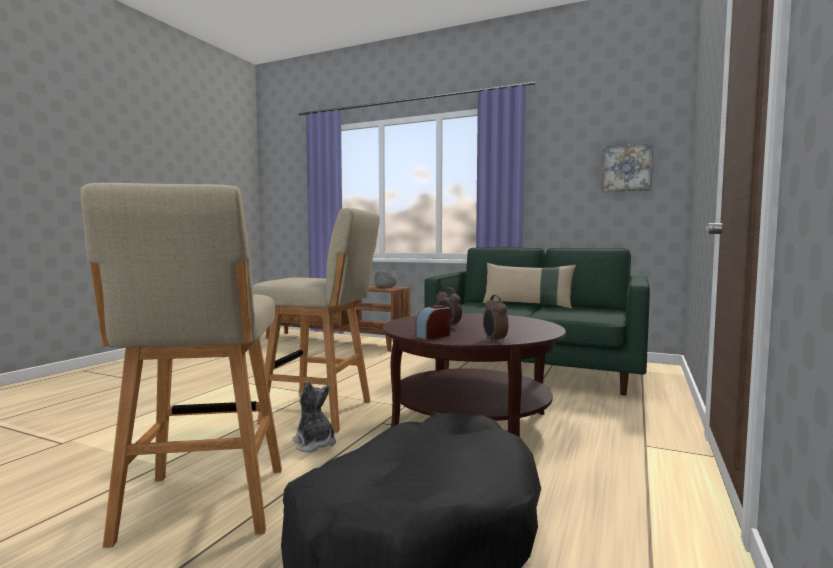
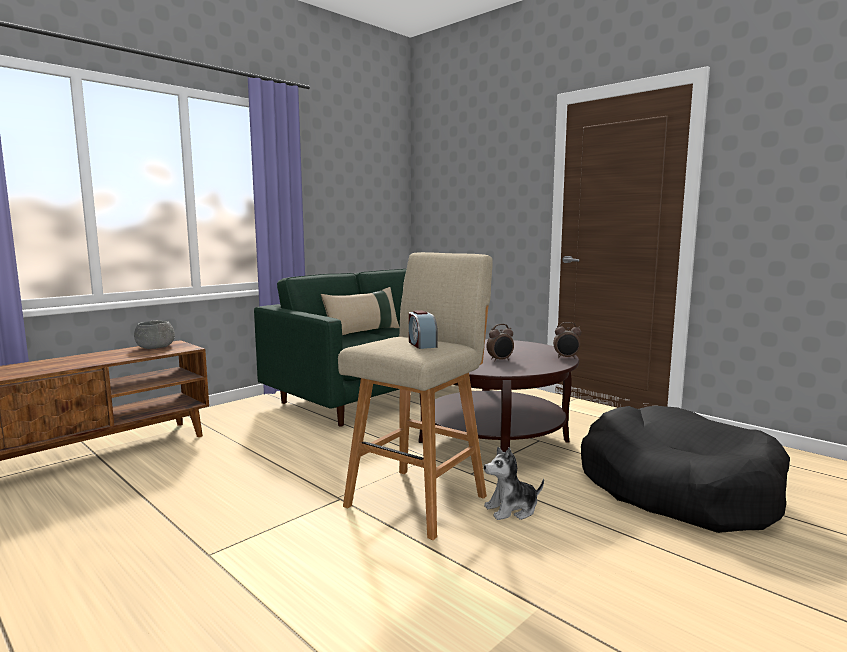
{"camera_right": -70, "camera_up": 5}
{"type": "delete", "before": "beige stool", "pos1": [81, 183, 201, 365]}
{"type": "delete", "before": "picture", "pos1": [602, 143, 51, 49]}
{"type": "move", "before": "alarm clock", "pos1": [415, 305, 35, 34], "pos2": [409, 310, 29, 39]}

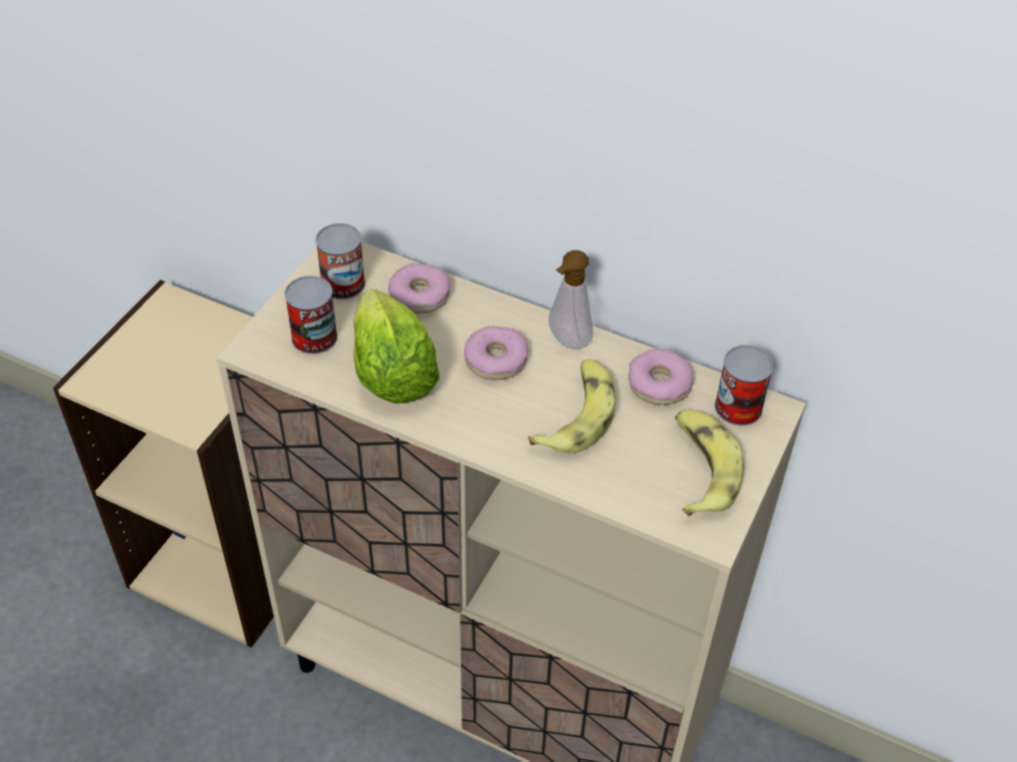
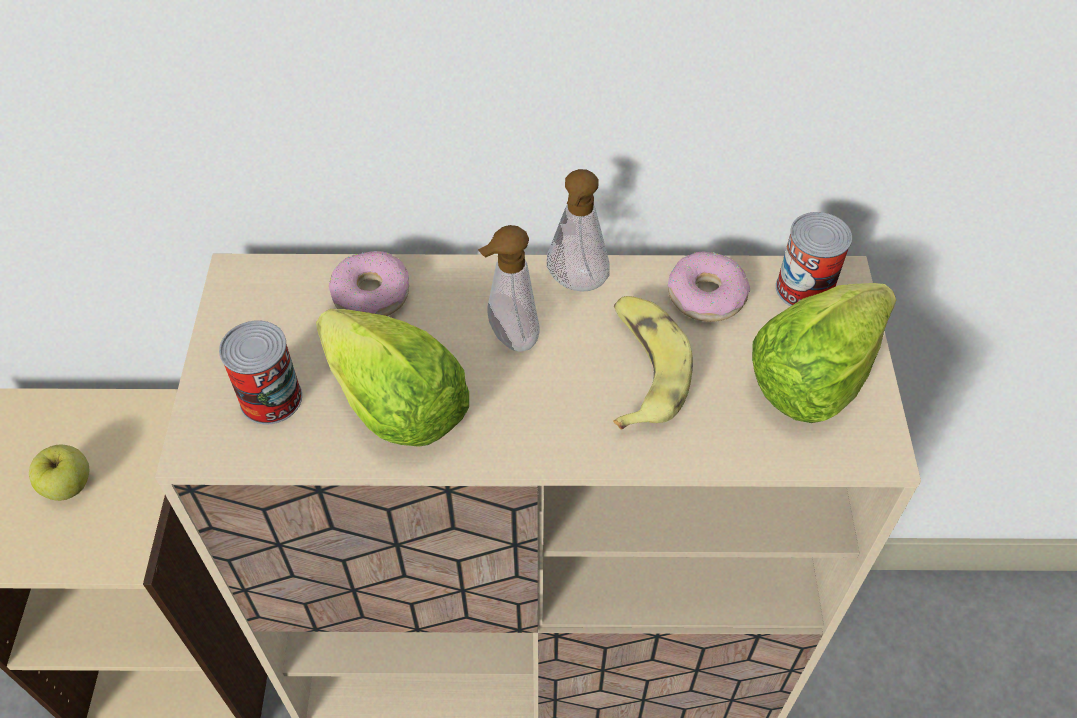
{"camera_right": -25, "camera_up": 5}
{"type": "delete", "before": "can", "pos1": [316, 223, 49, 76]}
{"type": "insert", "after": "apple", "pos2": [29, 445, 60, 56]}
{"type": "replace", "before": "donut", "after": "soap dispenser", "pos1": [464, 326, 64, 54], "pos2": [478, 225, 61, 127]}
{"type": "replace", "before": "banana", "after": "lettuce", "pos1": [675, 409, 69, 107], "pos2": [752, 283, 144, 140]}

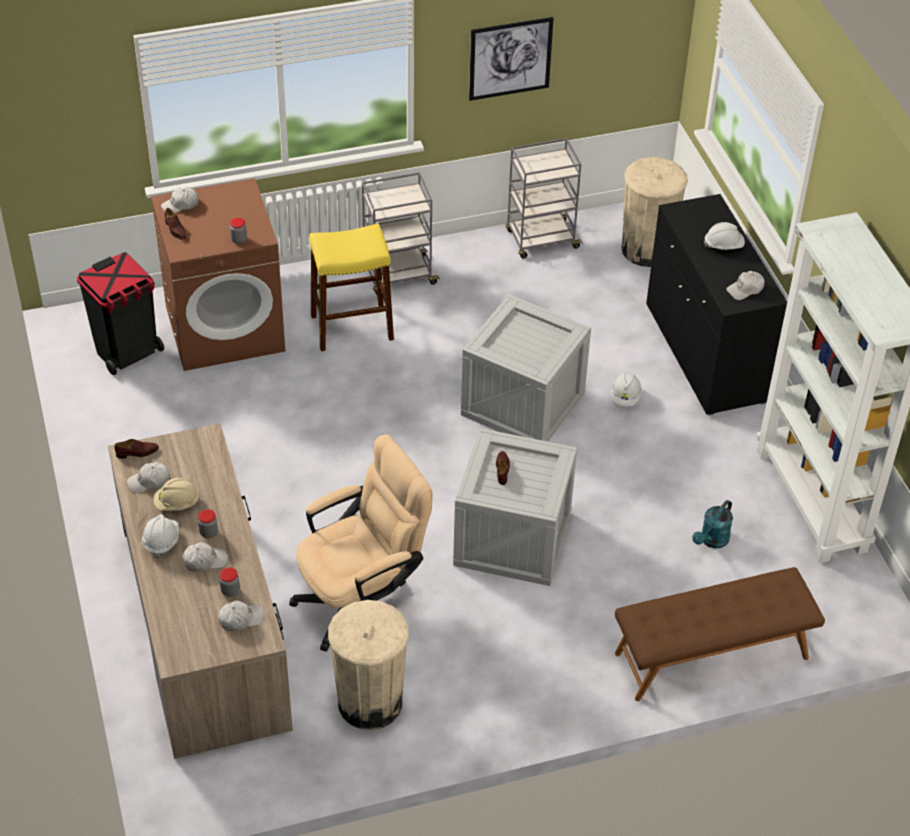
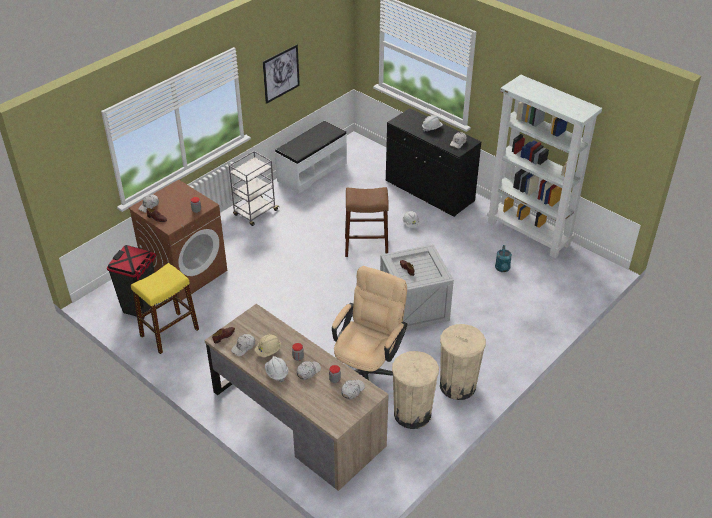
{"camera_right": -30, "camera_up": -5}
{"type": "delete", "before": "brown bench", "pos1": [615, 567, 210, 134]}
{"type": "move", "before": "yellow stool", "pos1": [309, 223, 85, 128], "pos2": [131, 263, 68, 91]}
{"type": "move", "before": "beige trash can", "pos1": [622, 157, 66, 110], "pos2": [440, 324, 46, 76]}
{"type": "replace", "before": "crate", "after": "brown stool", "pos1": [461, 294, 130, 148], "pos2": [345, 187, 44, 70]}
{"type": "replace", "before": "grey cart", "after": "white bench", "pos1": [506, 138, 77, 120], "pos2": [275, 121, 72, 73]}

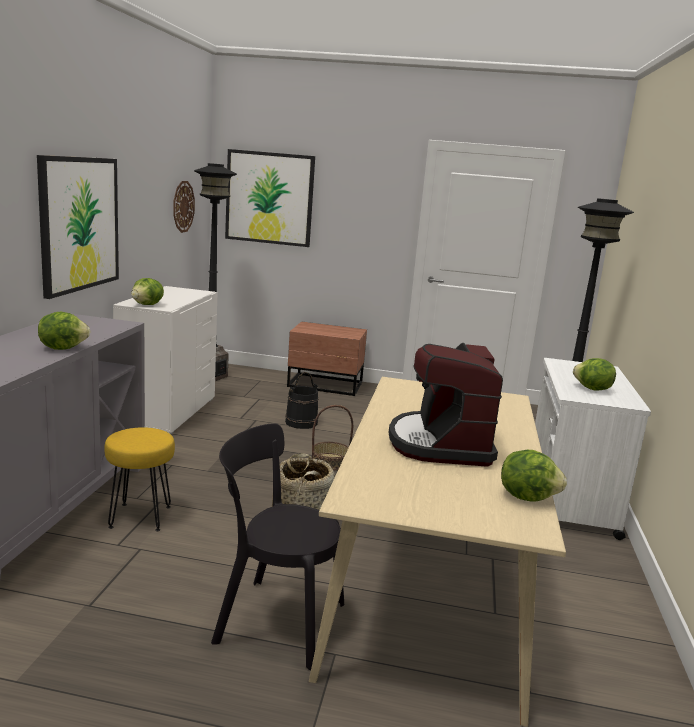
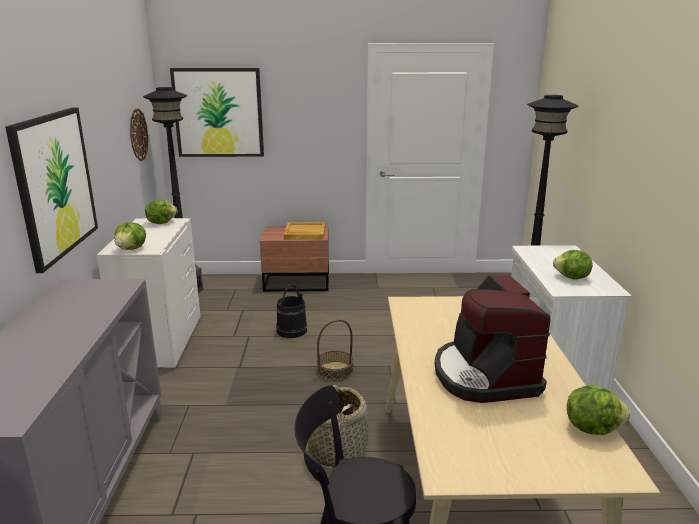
{"camera_right": -10, "camera_up": 5}
{"type": "delete", "before": "yellow stool", "pos1": [105, 427, 70, 104]}
{"type": "insert", "after": "beige tray", "pos2": [284, 222, 41, 18]}
{"type": "move", "before": "lettuce", "pos1": [38, 311, 52, 39], "pos2": [145, 200, 32, 24]}

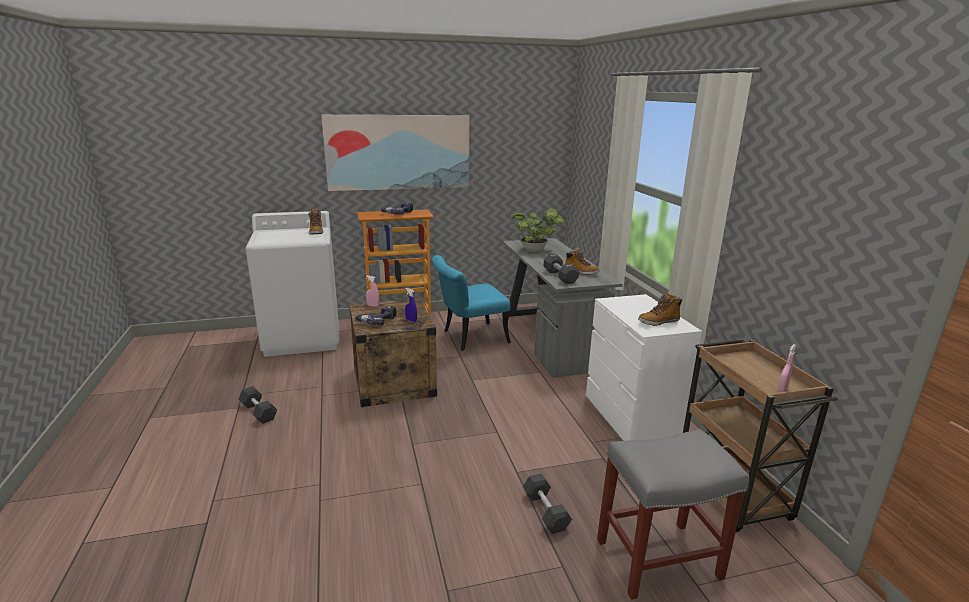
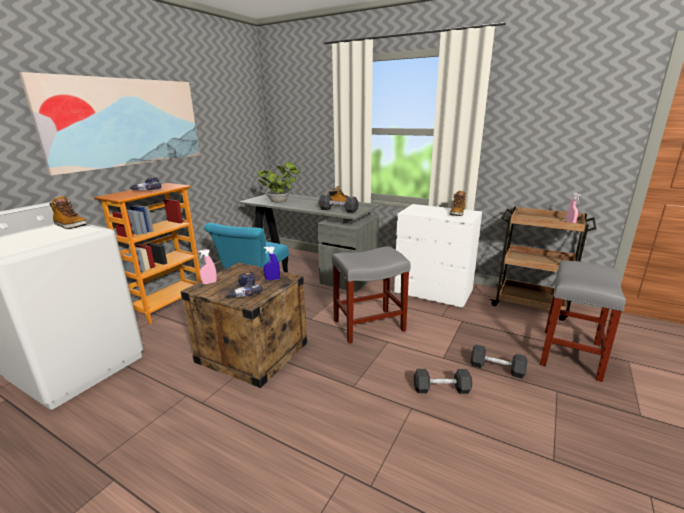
{"camera_right": -45, "camera_up": 0}
{"type": "insert", "after": "grey stool", "pos2": [332, 246, 78, 98]}
{"type": "move", "before": "grey dumbbell", "pos1": [238, 386, 39, 38], "pos2": [414, 369, 58, 25]}

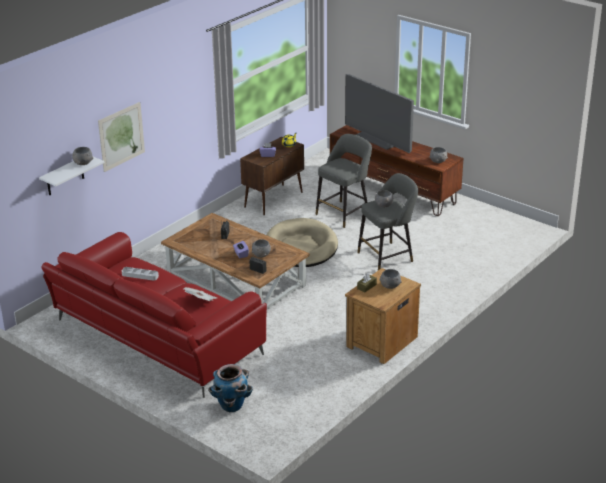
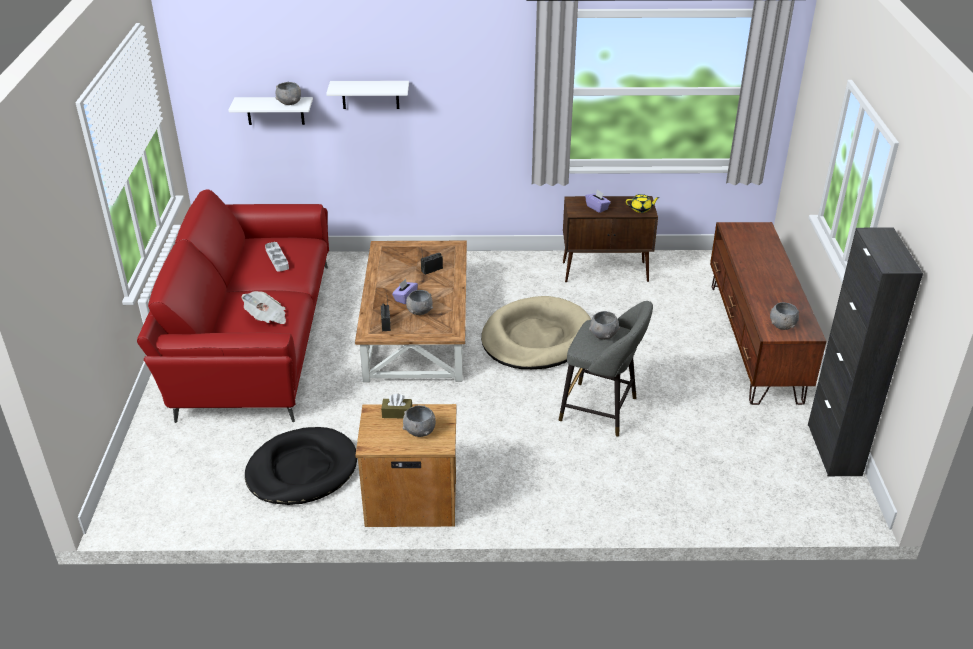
{"camera_right": 50, "camera_up": 5}
{"type": "delete", "before": "planter", "pos1": [208, 364, 45, 48]}
{"type": "delete", "before": "grey stool", "pos1": [315, 134, 57, 94]}
{"type": "delete", "before": "television", "pos1": [345, 74, 69, 79]}
{"type": "insert", "after": "black dog bed", "pos2": [245, 427, 112, 78]}
{"type": "insert", "after": "black cabinet", "pos2": [808, 228, 115, 248]}
{"type": "replace", "before": "picture", "after": "white shelf", "pos1": [98, 102, 47, 70], "pos2": [326, 81, 83, 28]}

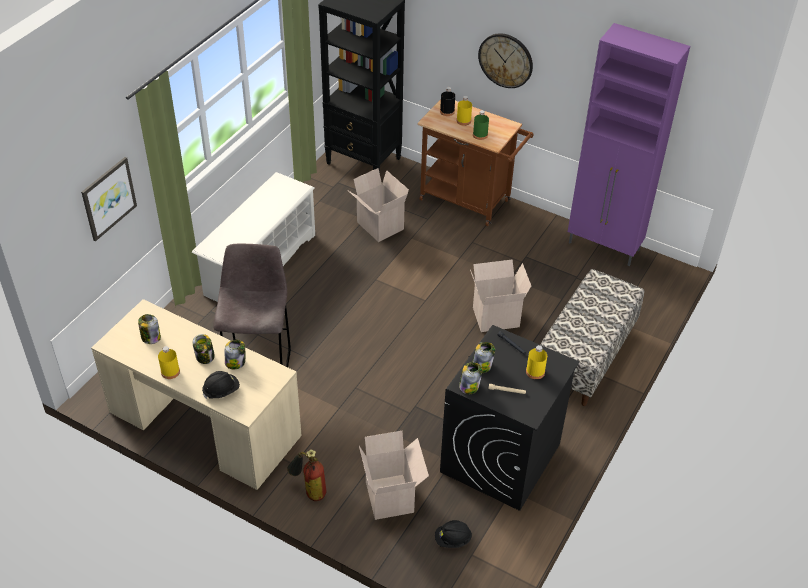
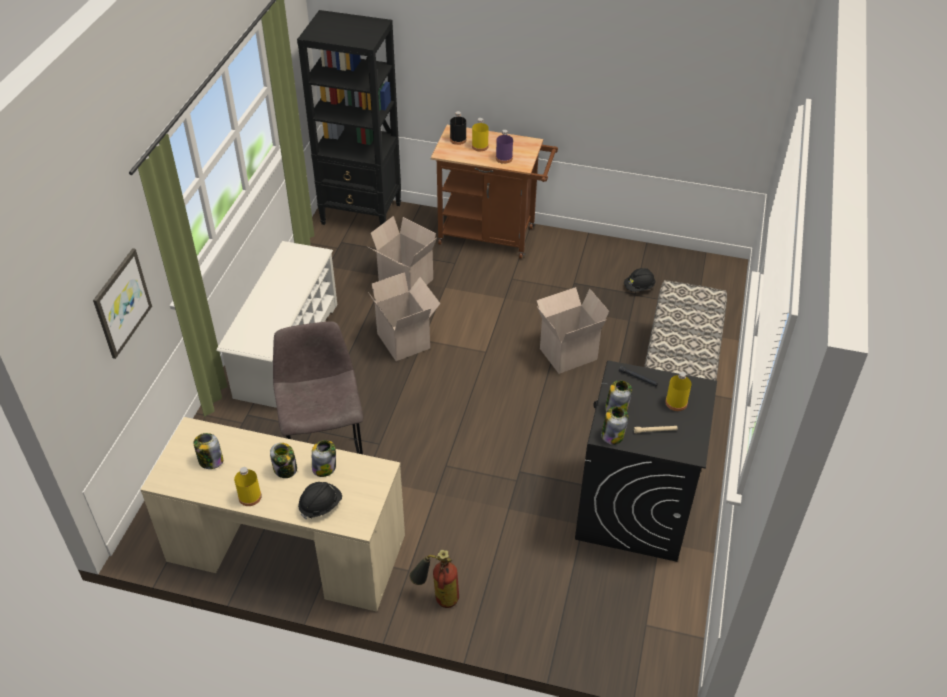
{"camera_right": -15, "camera_up": 0}
{"type": "delete", "before": "wall clock", "pos1": [478, 33, 55, 55]}
{"type": "delete", "before": "purple cabinet", "pos1": [568, 23, 122, 243]}
{"type": "move", "before": "cardboard box", "pos1": [359, 431, 70, 89], "pos2": [368, 272, 72, 89]}
{"type": "move", "before": "black hard hat", "pos1": [435, 520, 37, 28], "pos2": [624, 268, 32, 24]}
{"type": "recolor", "before": "green bottle", "after": "purple bottle", "pos1": [473, 110, 16, 30], "pos2": [496, 130, 17, 34]}

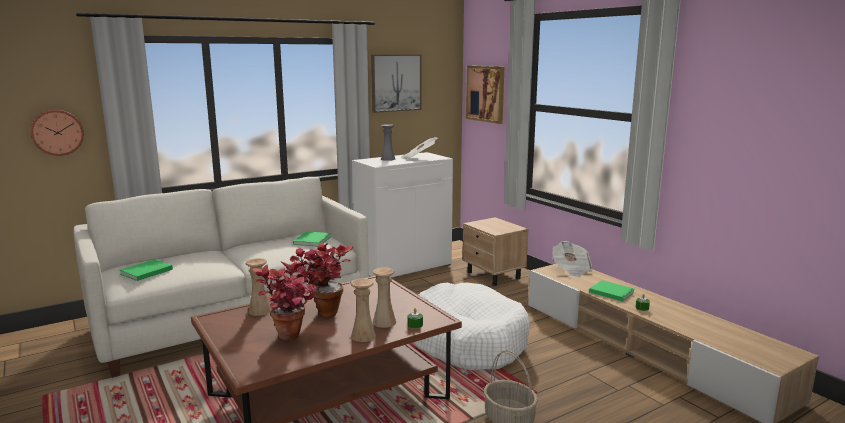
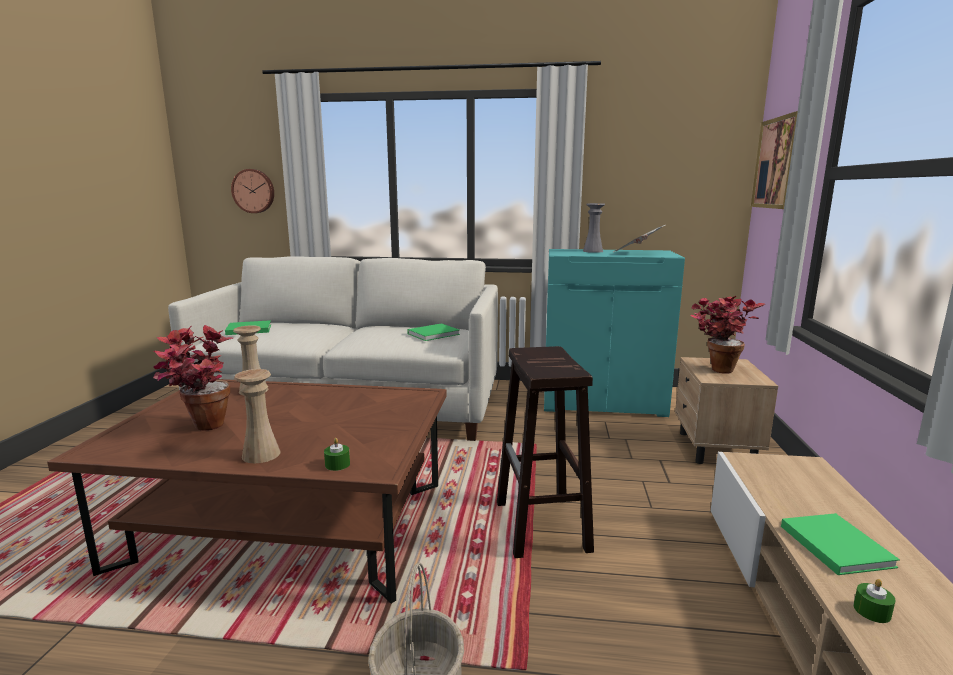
{"camera_right": 40, "camera_up": 0}
{"type": "delete", "before": "picture", "pos1": [371, 55, 51, 58]}
{"type": "delete", "before": "beige vase", "pos1": [373, 267, 23, 61]}
{"type": "delete", "before": "newspaper", "pos1": [552, 241, 40, 37]}
{"type": "move", "before": "potted plant", "pos1": [290, 243, 63, 74], "pos2": [691, 296, 74, 77]}
{"type": "replace", "before": "white dog bed", "after": "brown stool", "pos1": [414, 282, 116, 88], "pos2": [497, 346, 97, 212]}
{"type": "recolor", "before": "white cabinet", "after": "turquoise cabinet", "pos1": [352, 152, 101, 125], "pos2": [544, 249, 141, 168]}

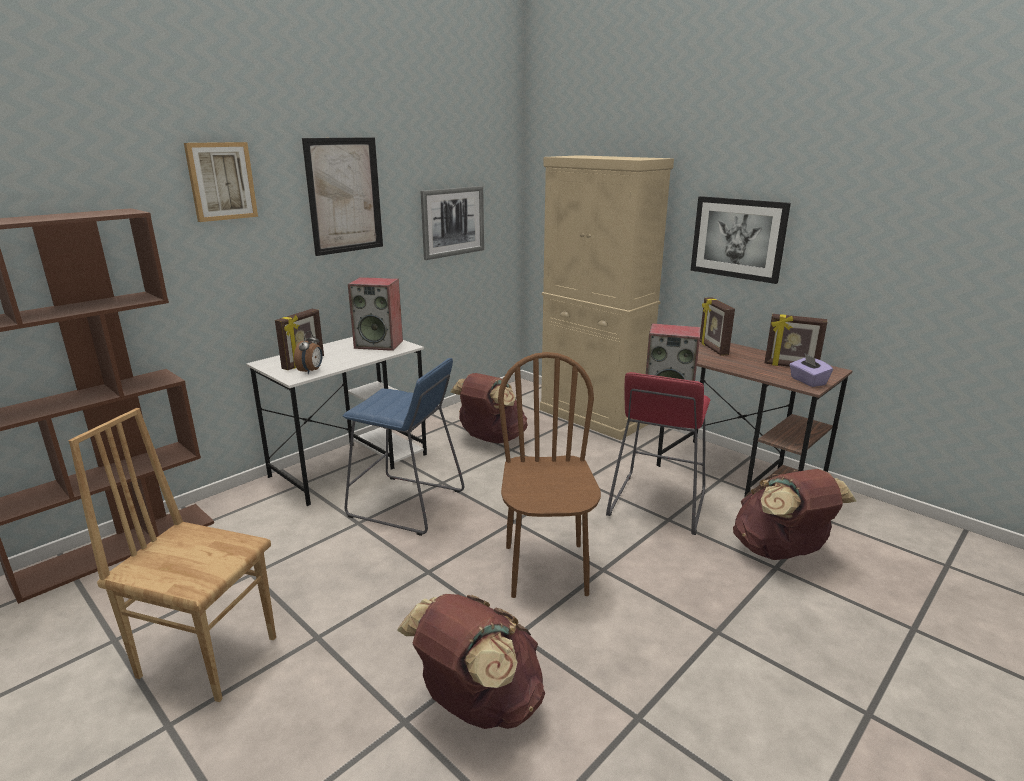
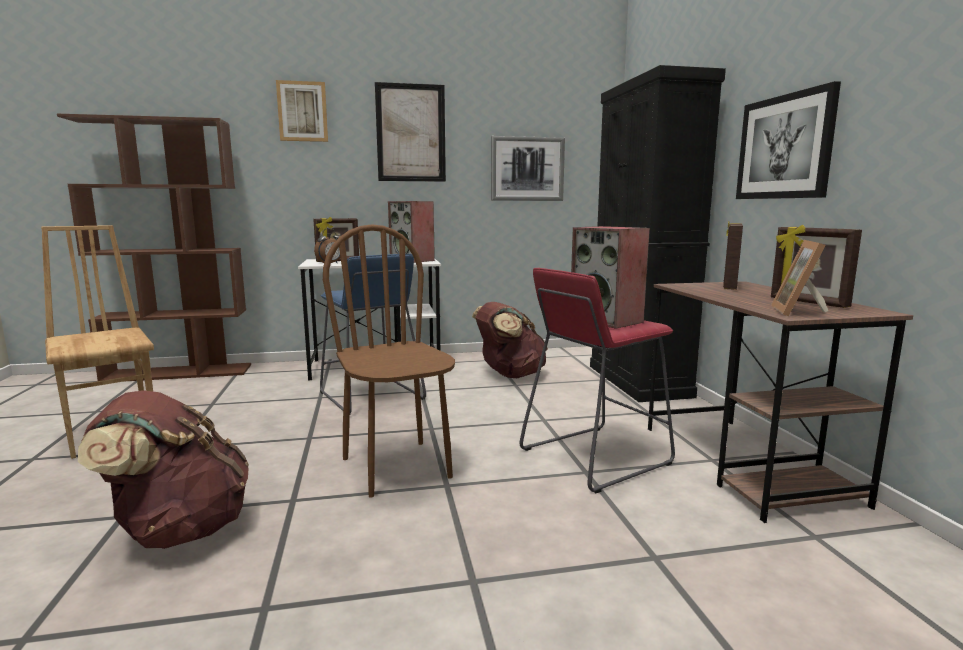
{"camera_right": 35, "camera_up": -10}
{"type": "delete", "before": "brown backpack", "pos1": [733, 469, 123, 91]}
{"type": "replace", "before": "purple tissue box", "after": "picture frame", "pos1": [789, 354, 44, 33], "pos2": [771, 240, 57, 76]}
{"type": "recolor", "before": "beige cabinet", "after": "black cabinet", "pos1": [540, 155, 134, 285], "pos2": [590, 65, 136, 337]}
{"type": "rotate", "before": "brown chair", "pos1": [498, 352, 103, 246], "pos2": [323, 224, 132, 274], "turn": -60}

